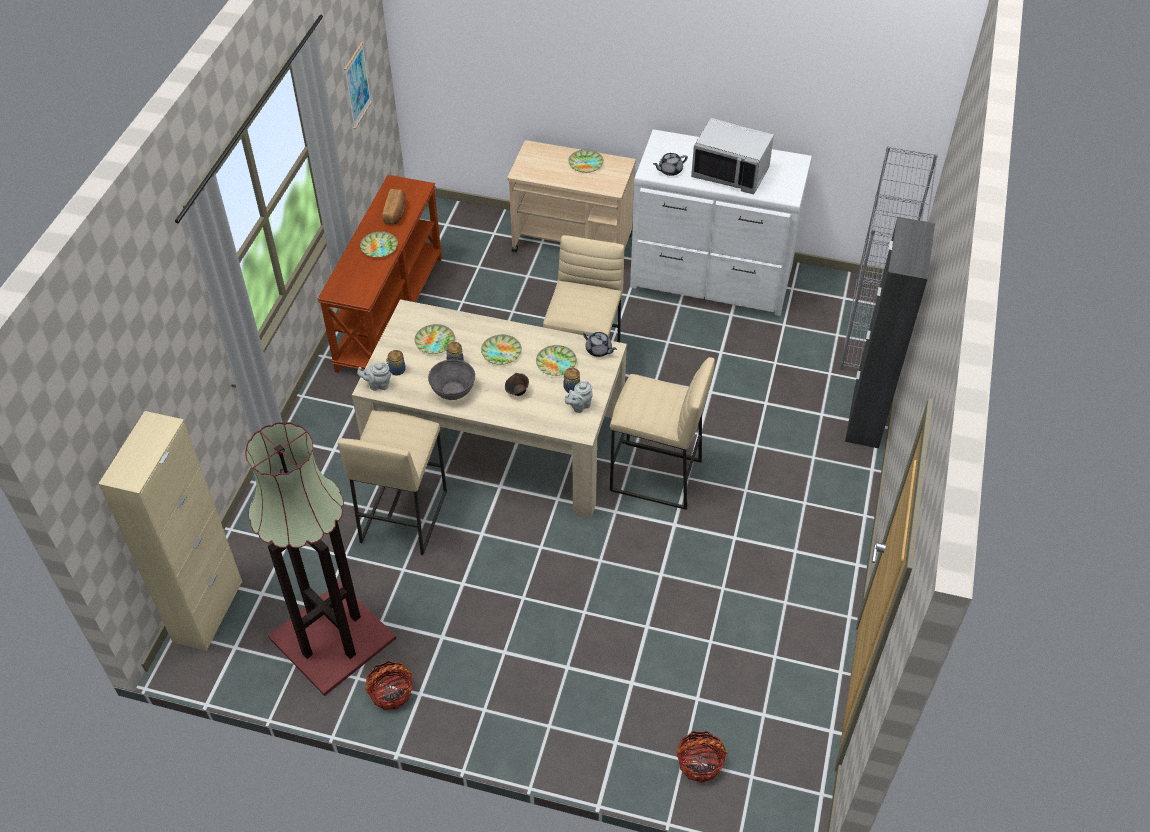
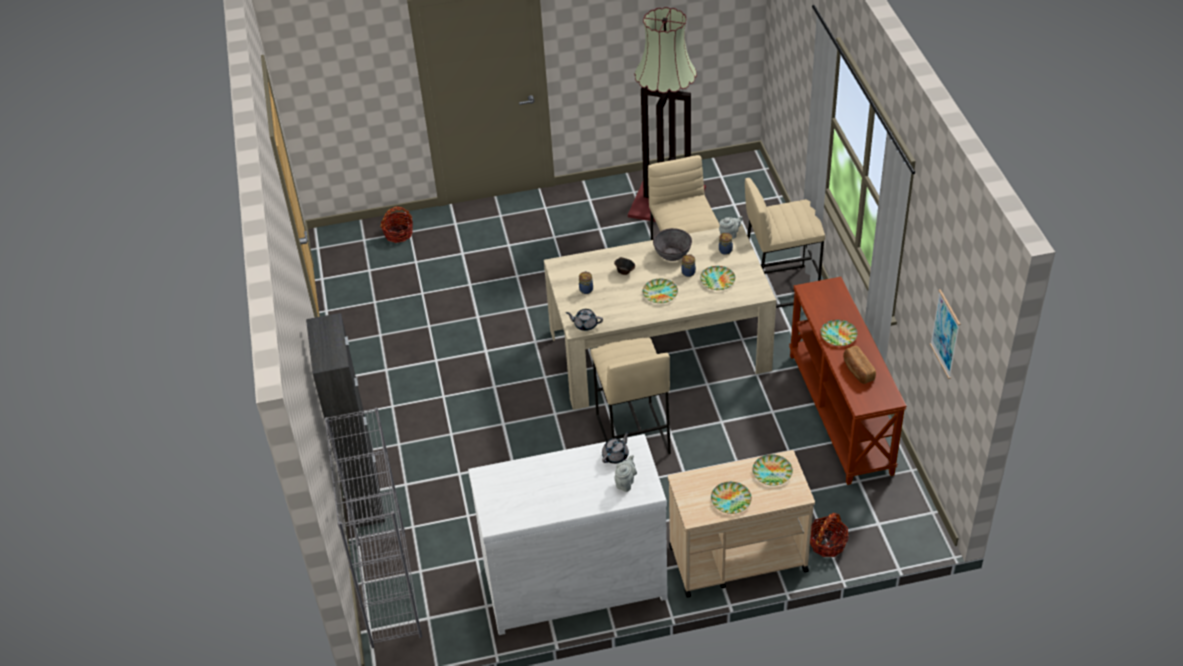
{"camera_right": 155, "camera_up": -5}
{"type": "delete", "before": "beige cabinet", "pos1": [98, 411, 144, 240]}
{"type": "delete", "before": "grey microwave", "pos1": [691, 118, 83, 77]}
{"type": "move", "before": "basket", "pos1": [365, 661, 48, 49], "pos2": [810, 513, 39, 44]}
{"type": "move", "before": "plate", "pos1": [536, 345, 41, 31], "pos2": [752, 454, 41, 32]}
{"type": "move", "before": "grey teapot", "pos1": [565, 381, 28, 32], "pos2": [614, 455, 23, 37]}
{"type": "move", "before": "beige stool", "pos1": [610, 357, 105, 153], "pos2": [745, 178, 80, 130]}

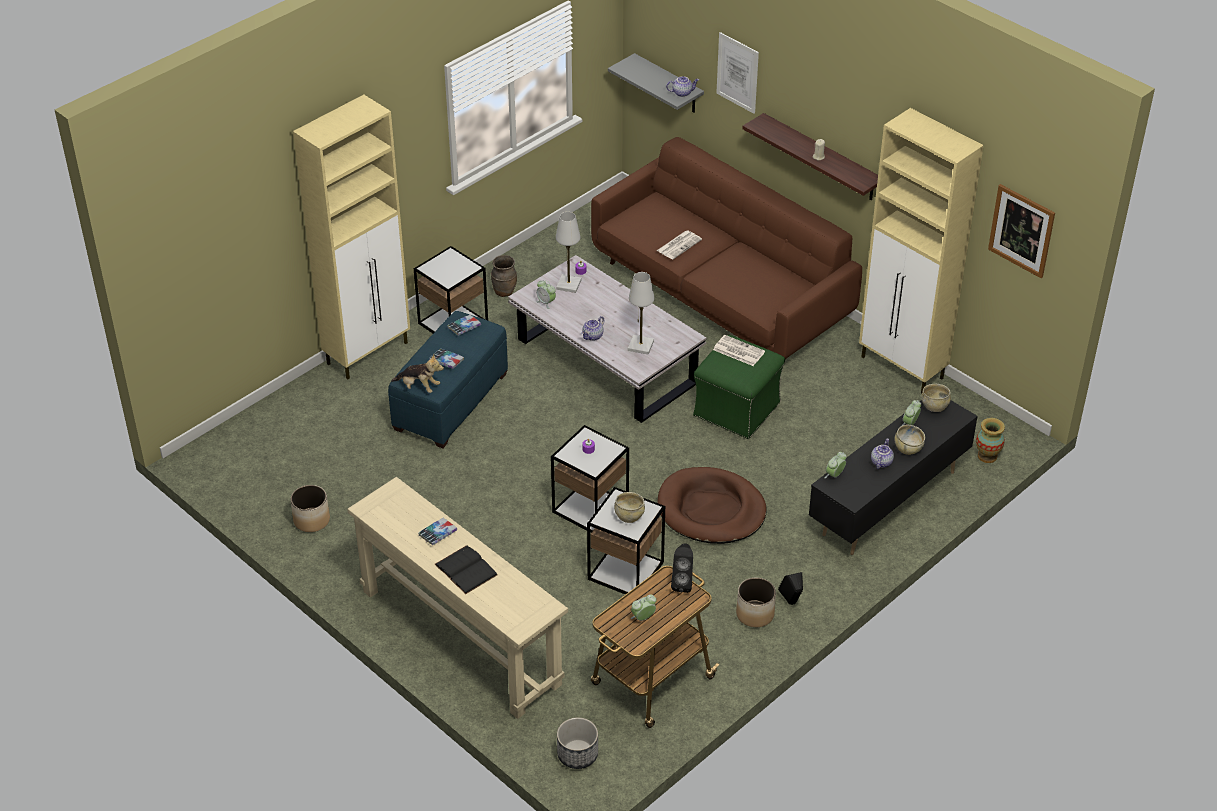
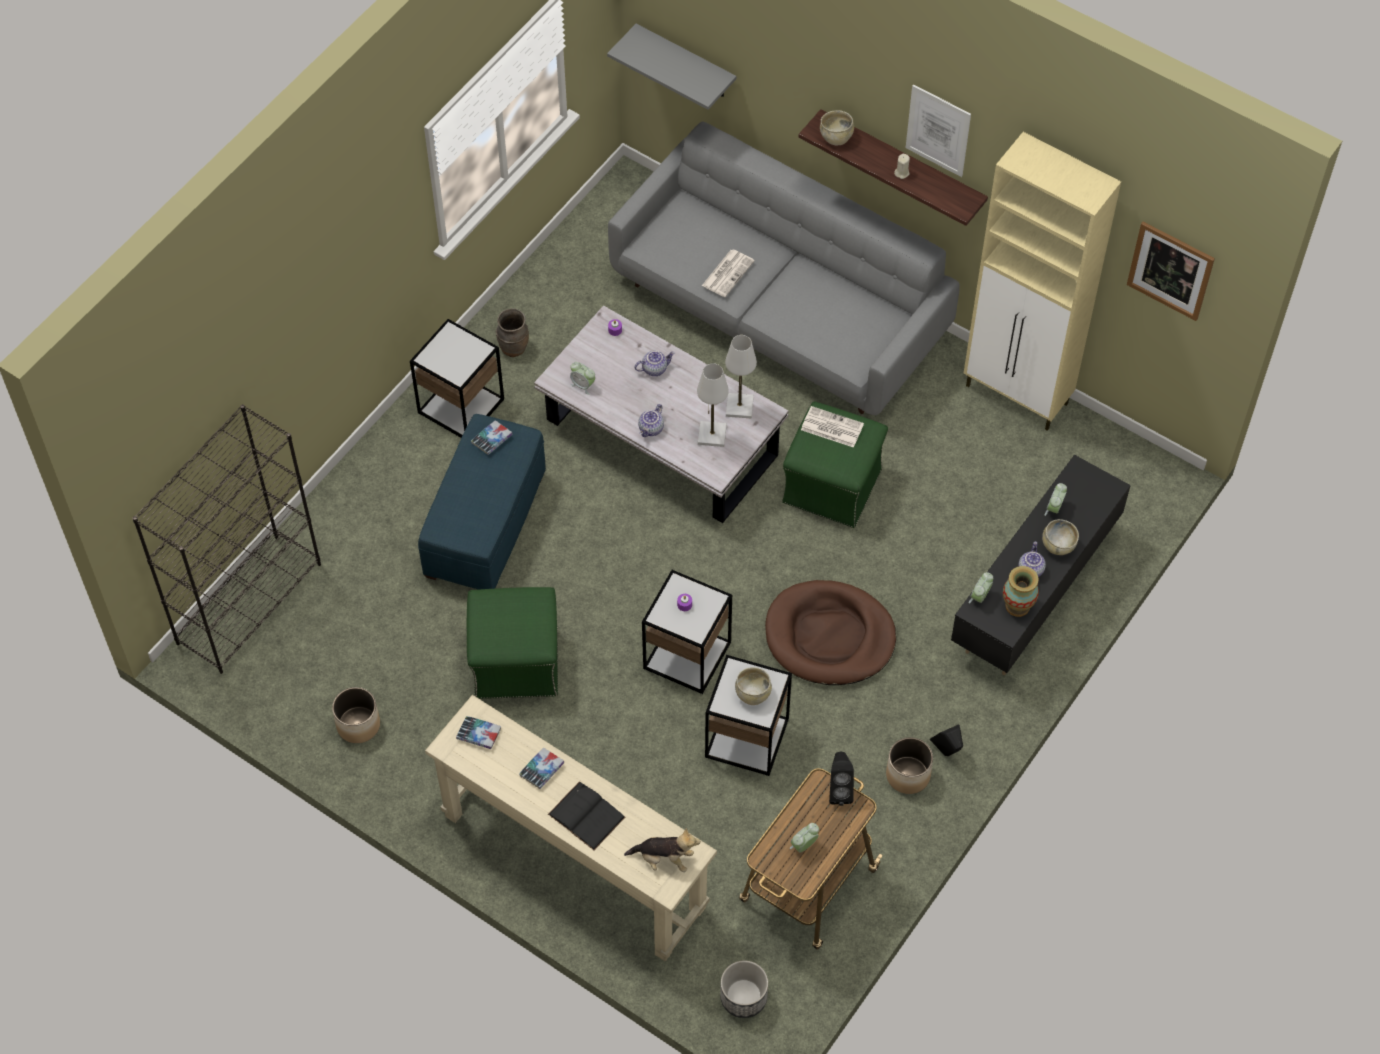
{"camera_right": -10, "camera_up": 15}
{"type": "delete", "before": "beige cabinet", "pos1": [293, 95, 117, 284]}
{"type": "insert", "after": "black bookcase", "pos2": [132, 405, 189, 269]}
{"type": "insert", "after": "green ottoman", "pos2": [467, 587, 91, 112]}
{"type": "move", "before": "plush toy", "pos1": [391, 354, 53, 39], "pos2": [624, 828, 77, 44]}
{"type": "move", "before": "book", "pos1": [429, 349, 35, 20], "pos2": [456, 716, 45, 33]}
{"type": "move", "before": "white table lamp", "pos1": [556, 212, 26, 81], "pos2": [725, 335, 32, 83]}
{"type": "move", "before": "teapot", "pos1": [666, 76, 33, 21], "pos2": [634, 351, 41, 25]}
{"type": "move", "before": "picture", "pos1": [716, 32, 43, 82], "pos2": [906, 84, 65, 93]}
{"type": "move", "before": "beige bowl", "pos1": [921, 384, 30, 28], "pos2": [820, 110, 34, 35]}
{"type": "move", "before": "vase", "pos1": [976, 418, 29, 45], "pos2": [1003, 566, 36, 51]}
{"type": "recolor", "before": "brown sofa", "after": "grey sofa", "pos1": [591, 137, 271, 222], "pos2": [608, 121, 352, 294]}

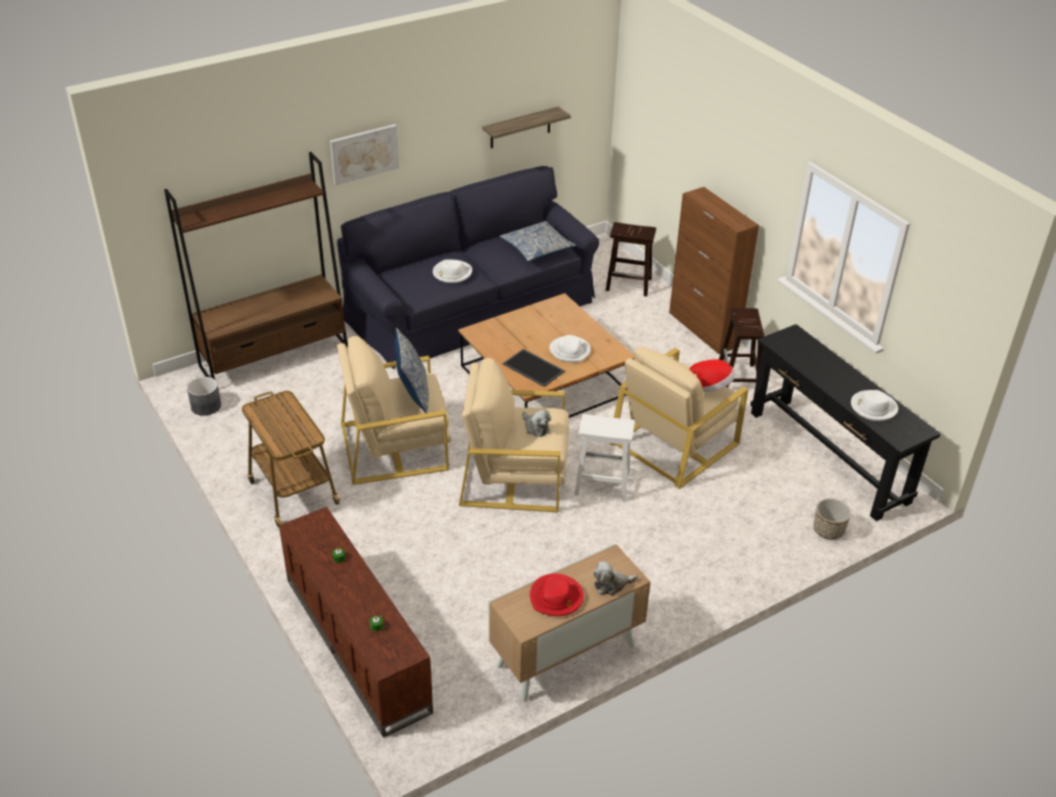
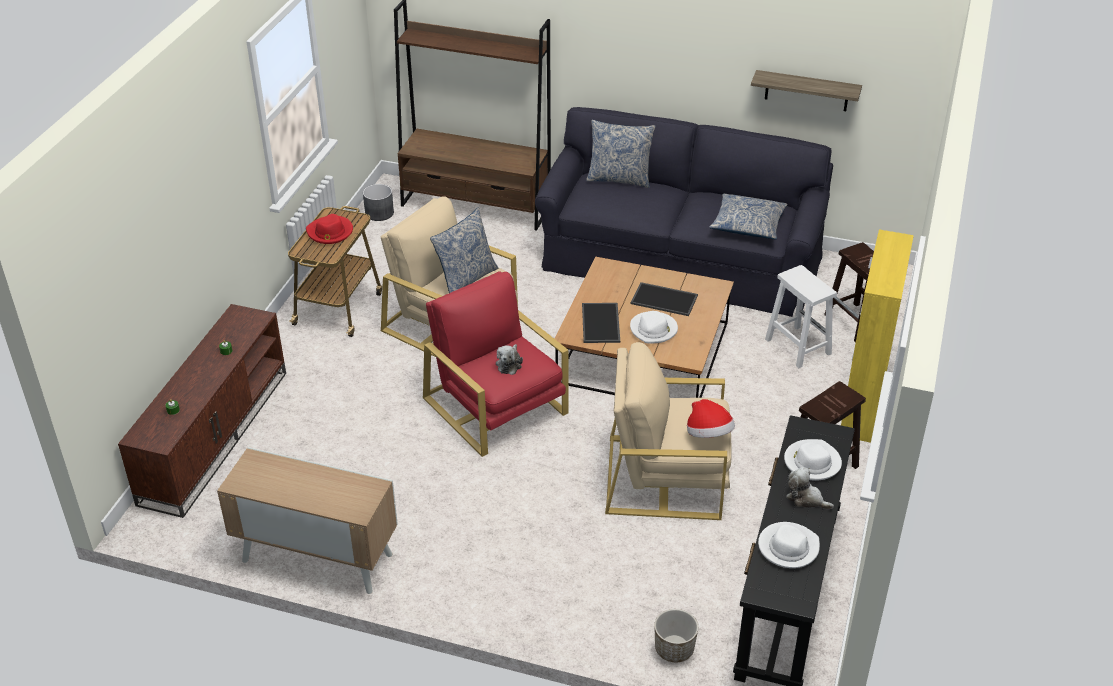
{"camera_right": 50, "camera_up": 0}
{"type": "delete", "before": "picture", "pos1": [330, 124, 69, 61]}
{"type": "insert", "after": "pillow", "pos2": [586, 120, 69, 68]}
{"type": "insert", "after": "tray", "pos2": [631, 282, 67, 34]}
{"type": "move", "before": "white hat", "pos1": [433, 260, 39, 23], "pos2": [784, 439, 58, 42]}
{"type": "move", "before": "red hat", "pos1": [530, 574, 54, 42], "pos2": [306, 214, 47, 30]}
{"type": "move", "before": "white stool", "pos1": [574, 414, 61, 88], "pos2": [765, 265, 72, 103]}
{"type": "move", "before": "plush toy", "pos1": [593, 561, 45, 35], "pos2": [786, 467, 48, 42]}
{"type": "recolor", "before": "beige armchair", "after": "red armchair", "pos1": [459, 358, 110, 154], "pos2": [423, 271, 146, 186]}
{"type": "recolor", "before": "brown cabinet", "after": "yellow cabinet", "pos1": [669, 187, 90, 167], "pos2": [841, 229, 73, 214]}

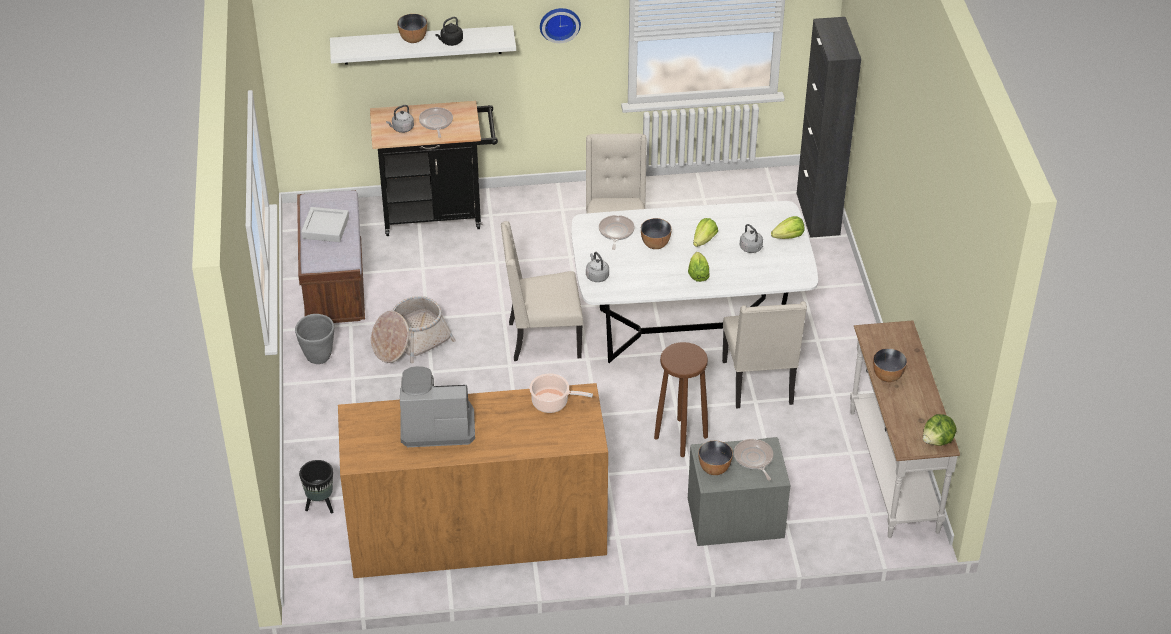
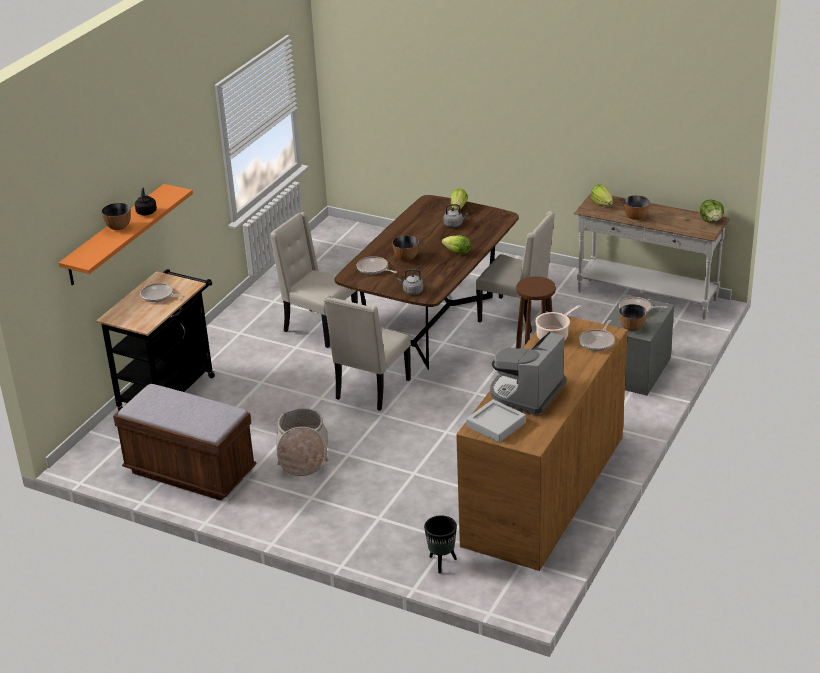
{"camera_right": -55, "camera_up": -10}
{"type": "delete", "before": "grey planter", "pos1": [295, 314, 39, 50]}
{"type": "delete", "before": "grey kettle", "pos1": [386, 105, 28, 28]}
{"type": "delete", "before": "wall clock", "pos1": [540, 8, 41, 35]}
{"type": "delete", "before": "black cabinet", "pos1": [797, 17, 64, 221]}
{"type": "insert", "after": "frying pan", "pos2": [579, 320, 36, 31]}
{"type": "move", "before": "grey tray", "pos1": [301, 207, 48, 35], "pos2": [466, 399, 60, 44]}
{"type": "move", "before": "lettuce", "pos1": [693, 218, 25, 29], "pos2": [590, 185, 23, 21]}
{"type": "recolor", "before": "white shelf", "after": "orange shelf", "pos1": [330, 25, 186, 40], "pos2": [59, 184, 134, 101]}
{"type": "recolor", "before": "white dining table", "after": "brown dining table", "pos1": [572, 201, 246, 162], "pos2": [334, 195, 185, 175]}

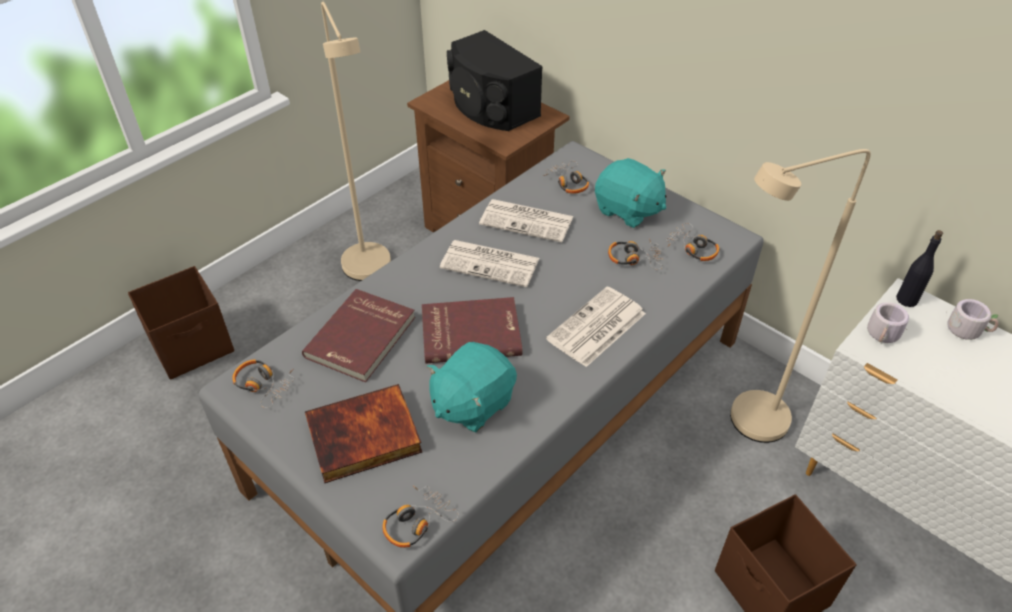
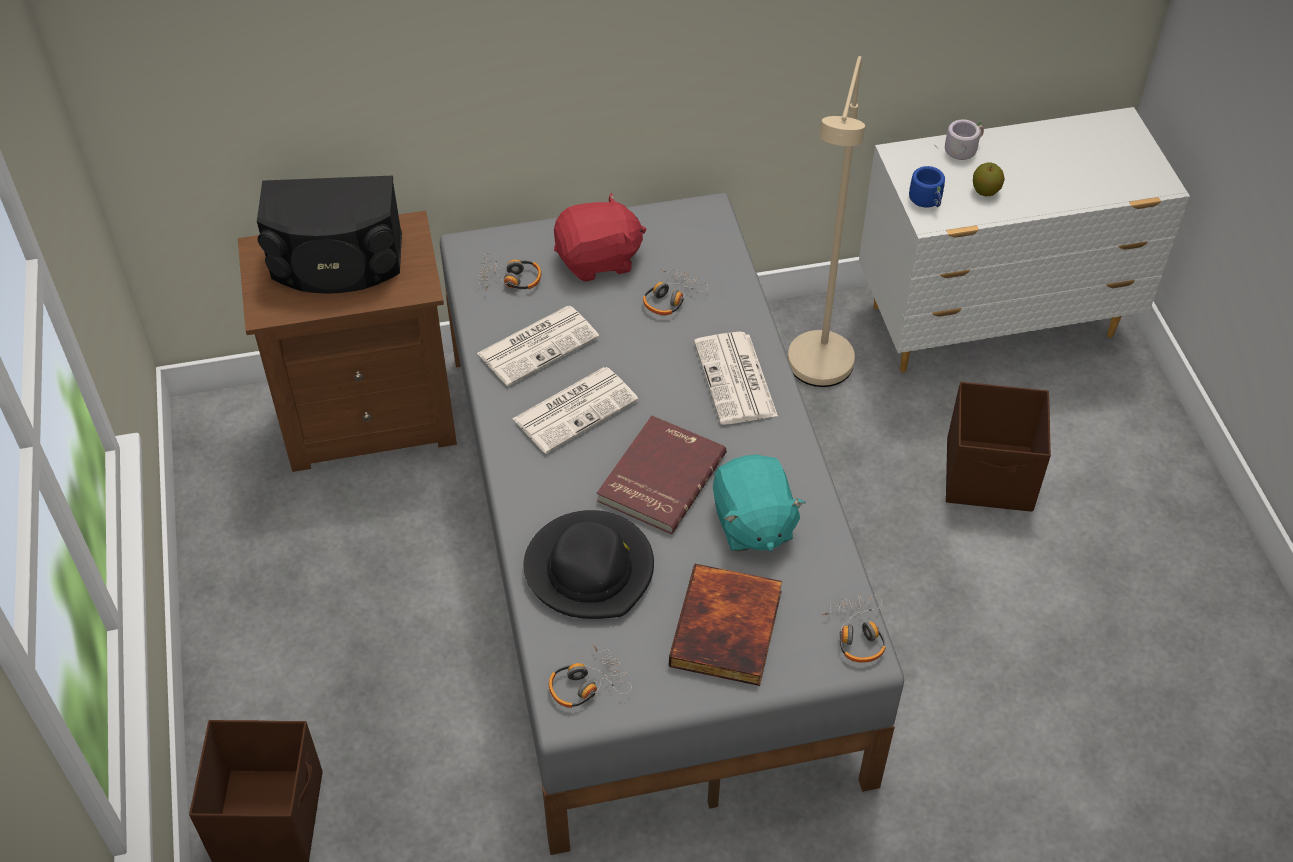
{"camera_right": -55, "camera_up": 5}
{"type": "delete", "before": "beige floor lamp", "pos1": [321, 2, 70, 279]}
{"type": "delete", "before": "headphones", "pos1": [666, 223, 53, 38]}
{"type": "delete", "before": "black bottle", "pos1": [896, 230, 47, 77]}
{"type": "insert", "after": "apple", "pos2": [973, 162, 32, 34]}
{"type": "replace", "before": "red book", "after": "black hat", "pos1": [302, 289, 113, 93], "pos2": [524, 510, 130, 109]}
{"type": "recolor", "before": "turquoise plush toy", "after": "red plush toy", "pos1": [595, 158, 72, 70], "pos2": [554, 193, 92, 89]}
{"type": "recolor", "before": "grey mug", "after": "blue mug", "pos1": [867, 302, 42, 42], "pos2": [909, 166, 36, 42]}

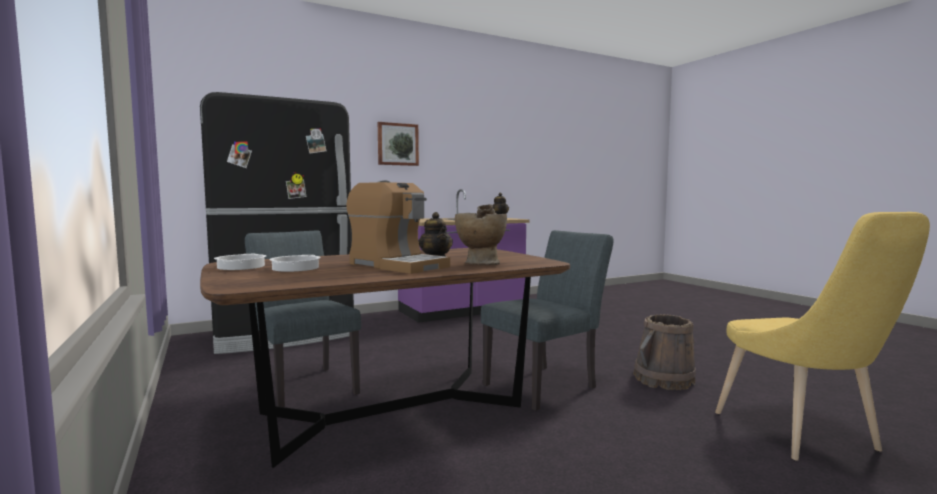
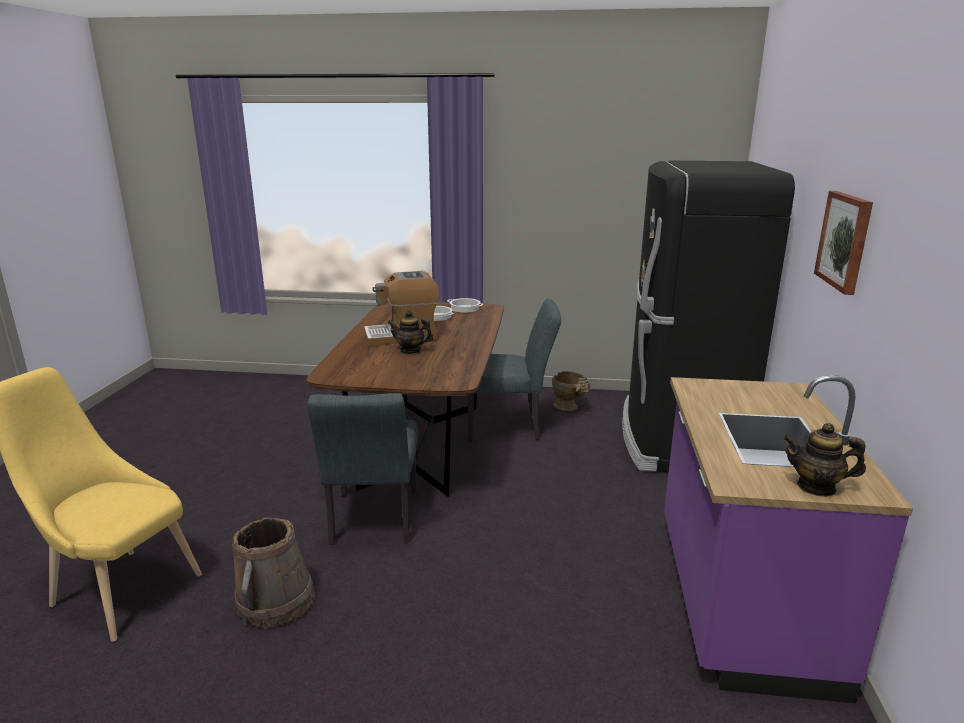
{"camera_right": 125, "camera_up": 15}
{"type": "move", "before": "beige vase", "pos1": [455, 204, 52, 61], "pos2": [552, 371, 38, 41]}

